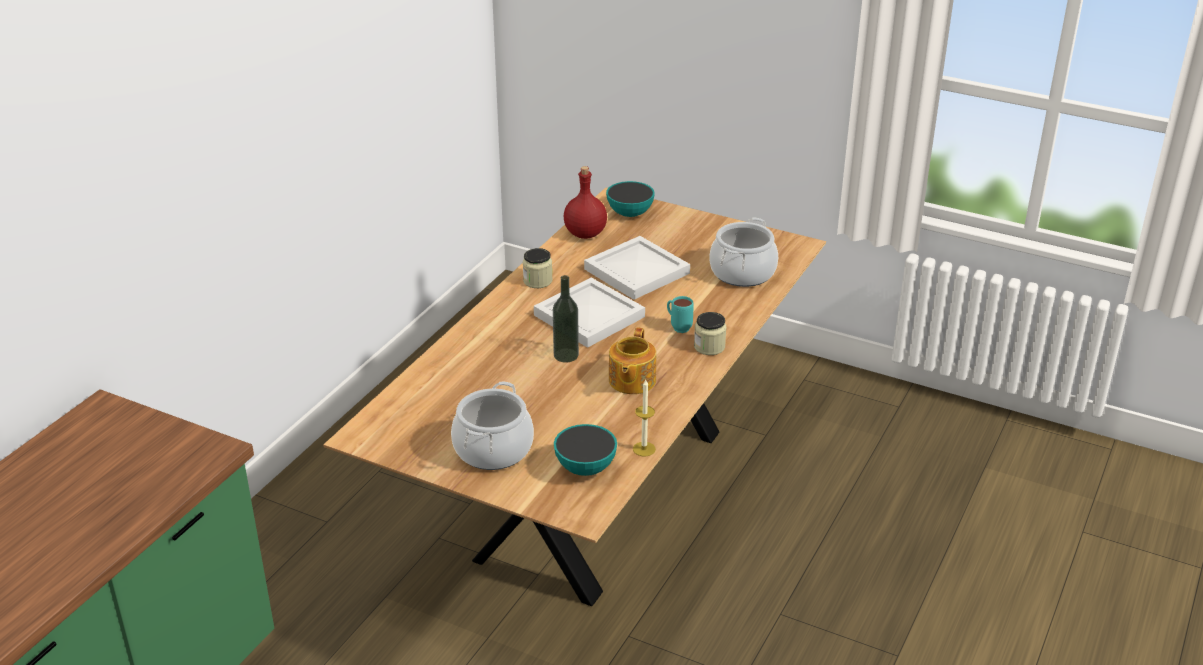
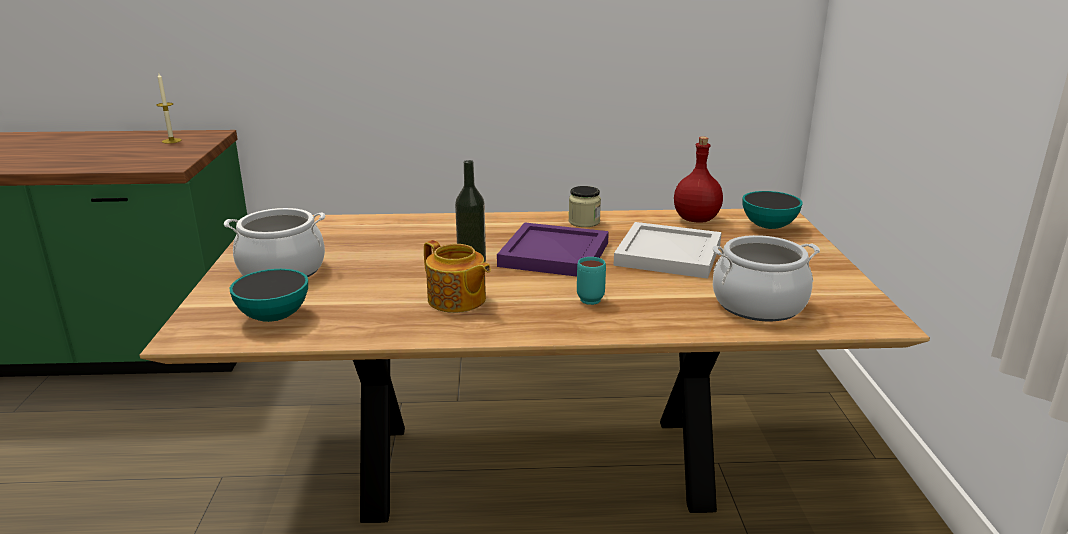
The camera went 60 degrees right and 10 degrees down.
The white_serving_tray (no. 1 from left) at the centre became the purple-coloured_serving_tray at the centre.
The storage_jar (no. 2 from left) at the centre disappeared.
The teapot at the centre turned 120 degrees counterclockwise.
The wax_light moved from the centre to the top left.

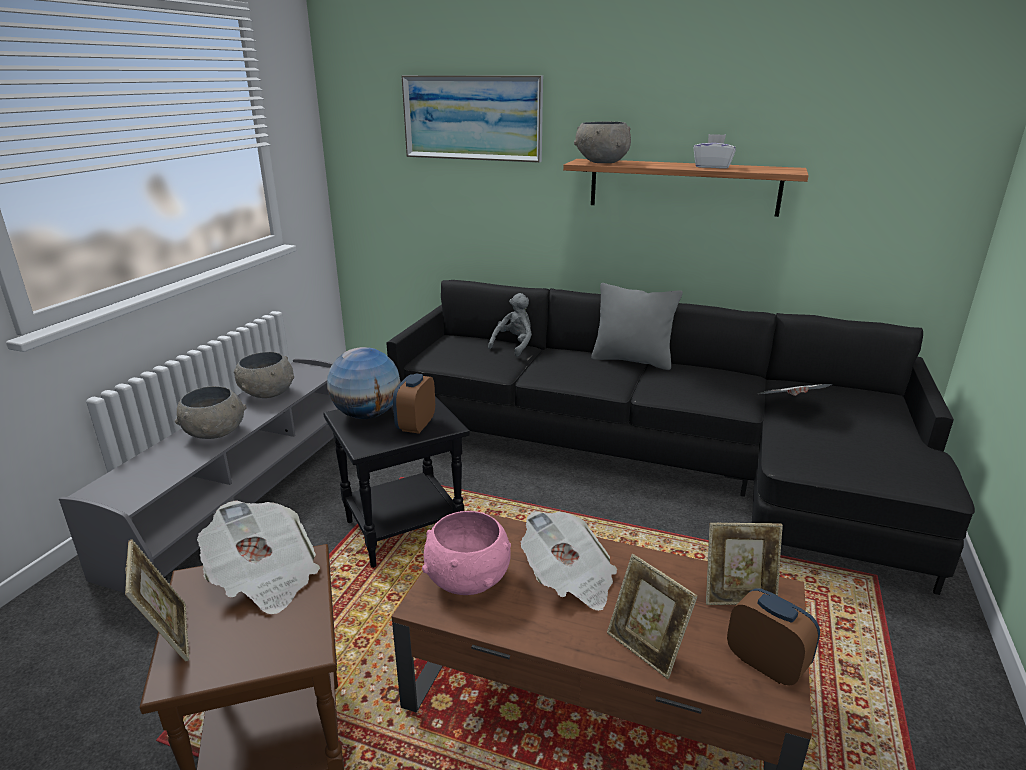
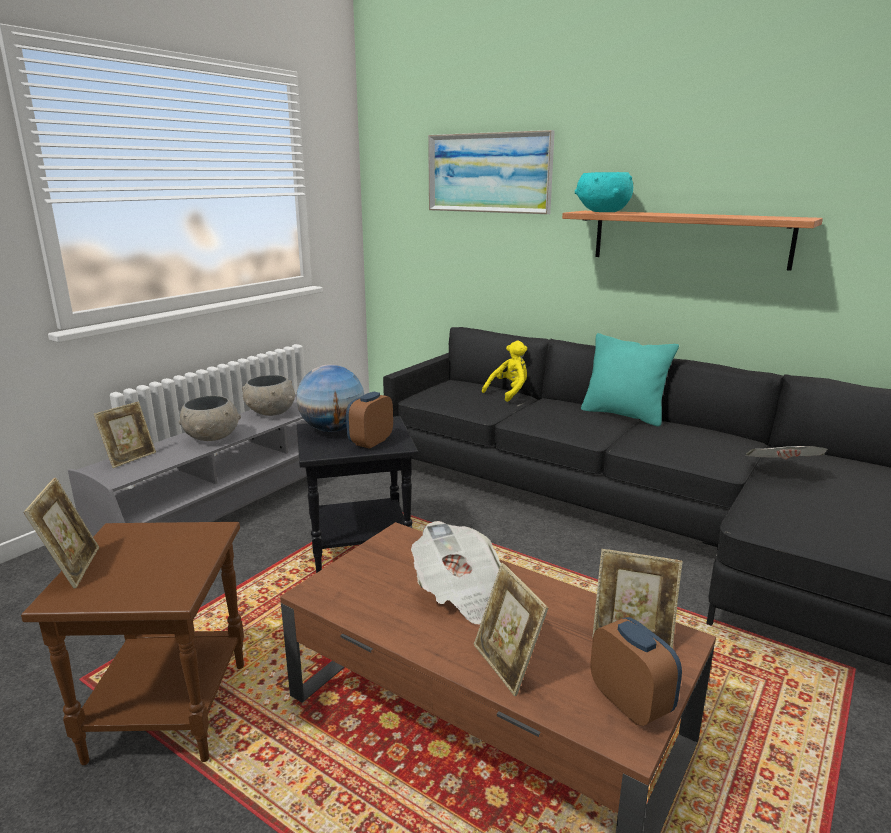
The camera went 15 degrees right and 5 degrees down.
The grey_bowl (no. 3 from left) at the top centre became the blue-green_bowl at the top right.
The white_tissue_holder at the top right disappeared.
The grey_throw_pillow at the centre became the blue-green_throw_pillow at the middle right.
The grey_soft_toy at the centre became the yellow-coloured_soft_toy at the centre.
The daily_paper (no. 1 from left) at the bottom left disappeared.
The pink_bowl at the bottom centre disappeared.
The standing_frame (no. 2 from left) at the middle left appeared.

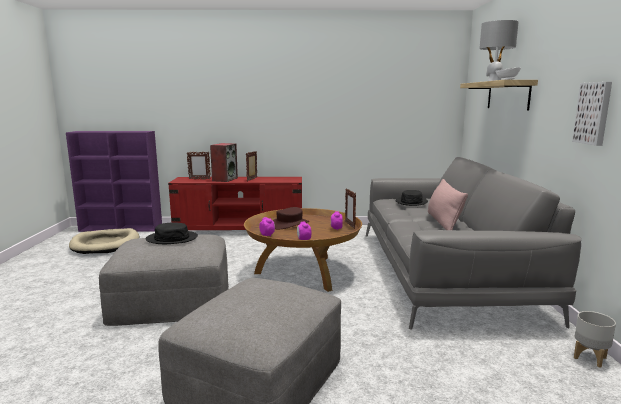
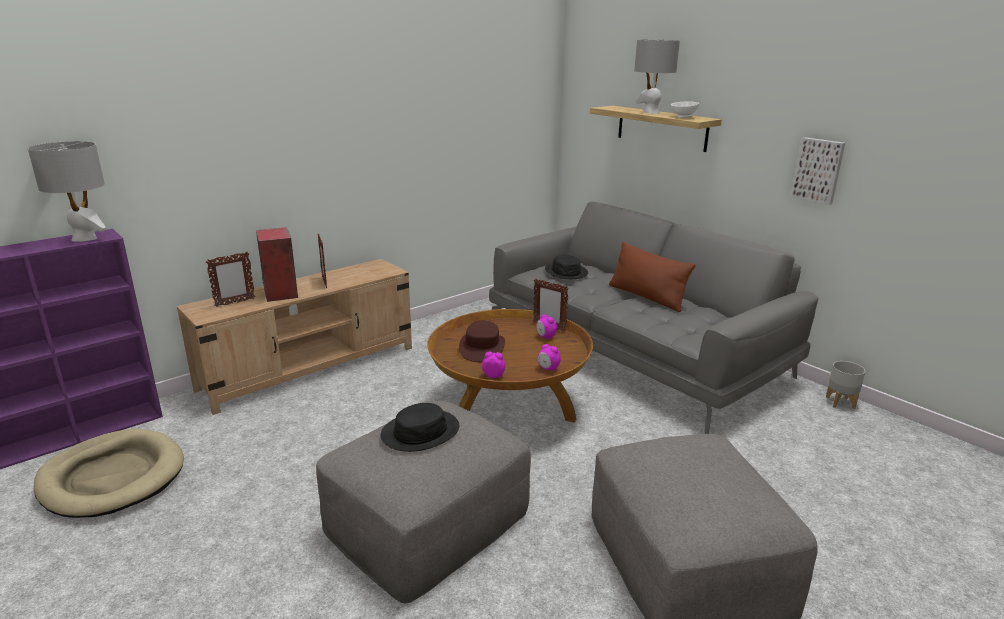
The camera went 40 degrees left and 10 degrees up.
The red-coloured_tv_stand at the centre became the beige_tv_stand at the middle left.
The pink_throw_pillow at the middle right became the brownish_throw_pillow at the centre.
The grey_table_lamp (no. 1 from left) at the top left appeared.

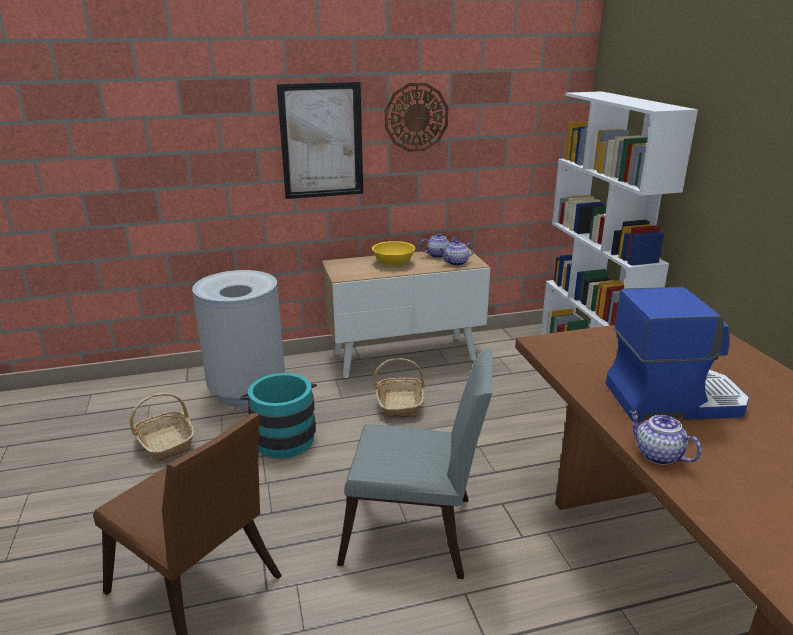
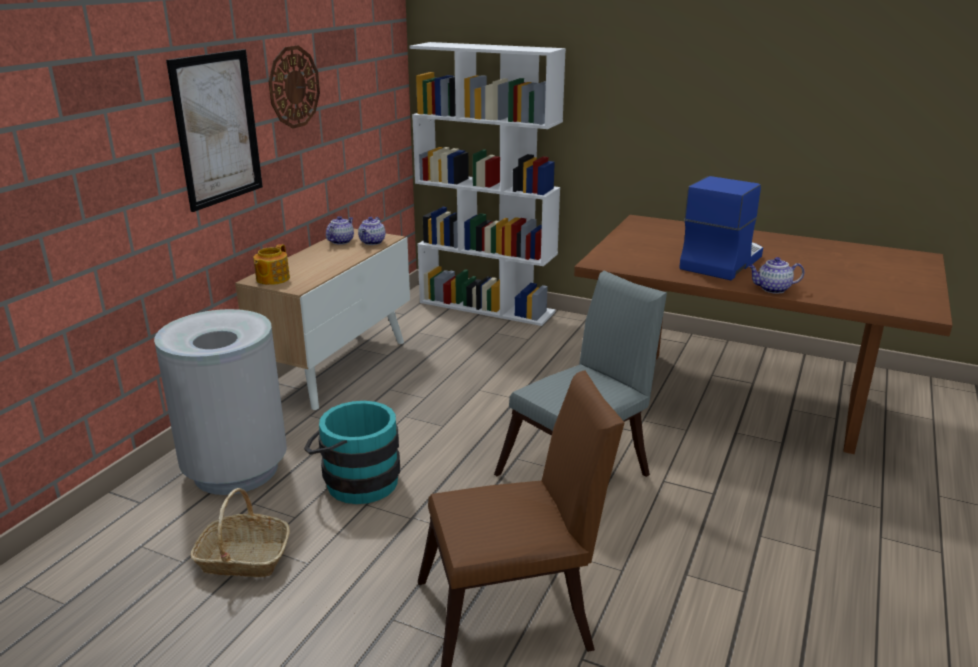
The camera went 50 degrees left and 0 degrees up.
The yellow-coloured_bowl at the centre disappeared.
The basket (no. 2 from left) at the centre disappeared.
The teapot (no. 1 from left) at the middle left appeared.

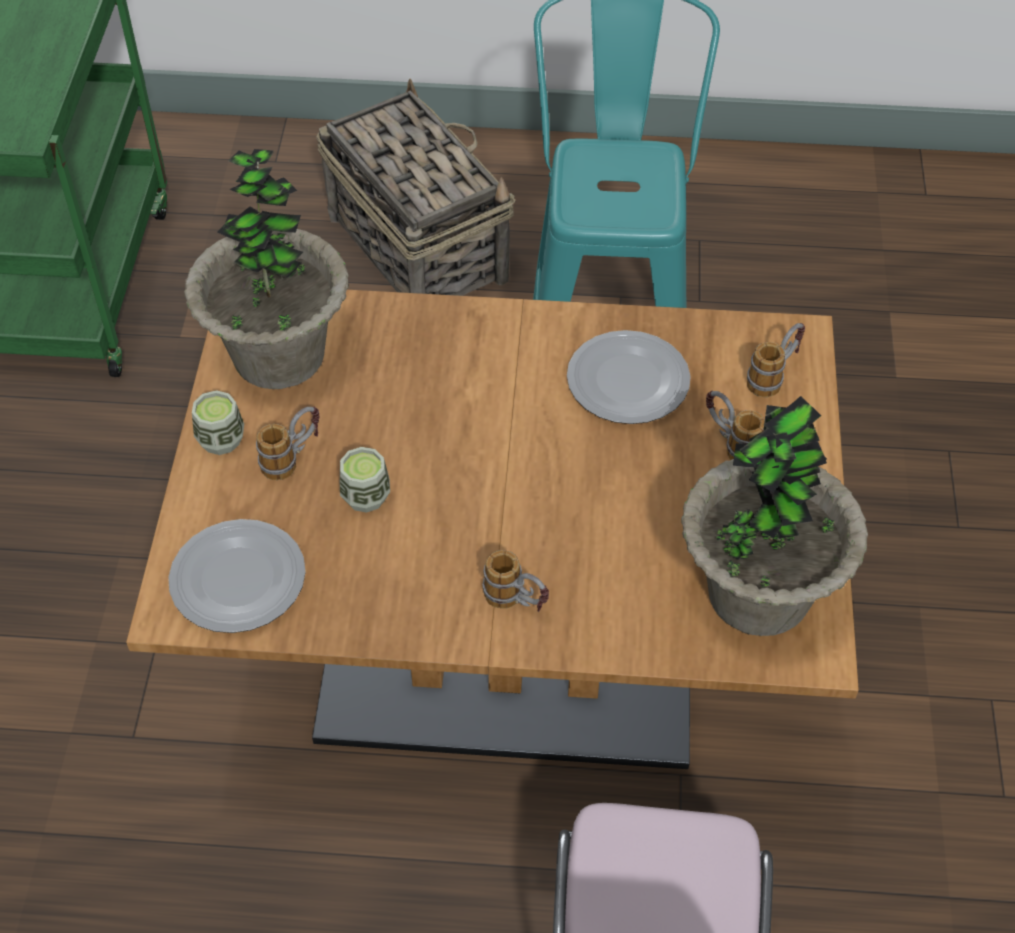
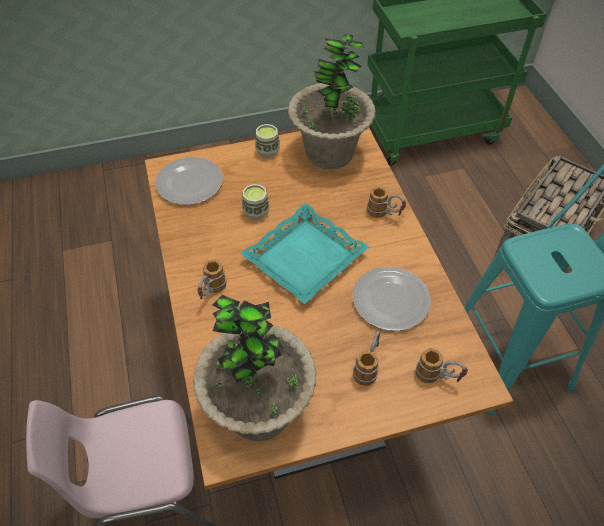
The camera went 70 degrees right and 0 degrees up.
The coffee_mug (no. 1 from left in the first image) moved from the middle left to the centre.
The blue-green_serving_tray at the centre appeared.

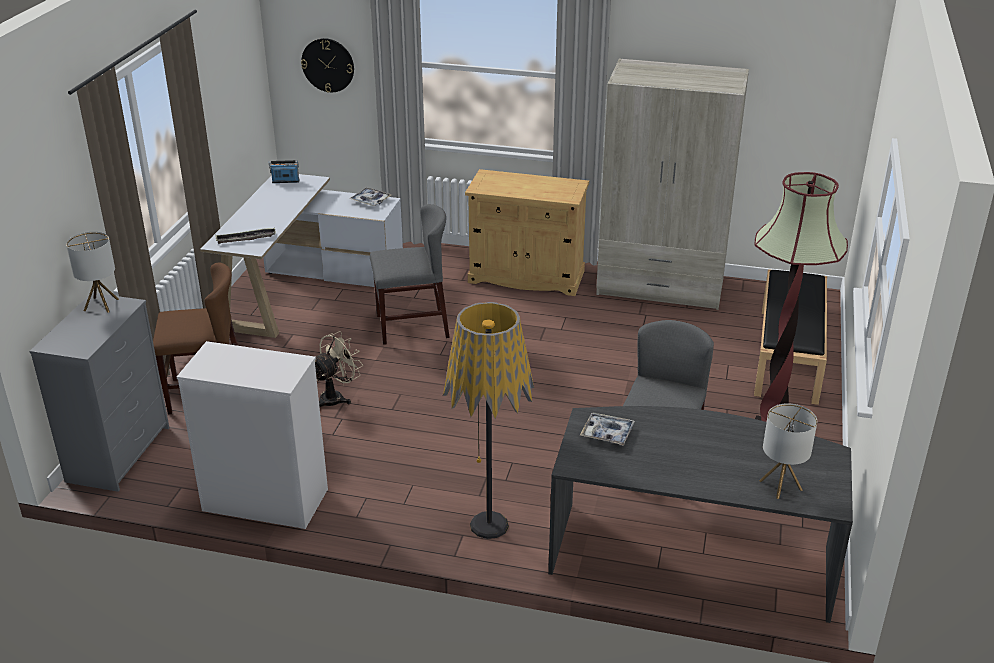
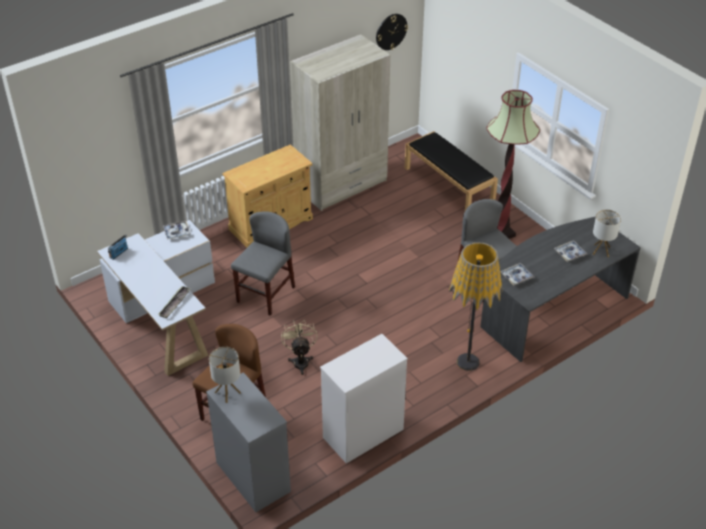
The camera went 50 degrees left and 10 degrees up.
The wall_clock moved from the top left to the top centre.
The serving_tray (no. 4 from left) at the middle right appeared.

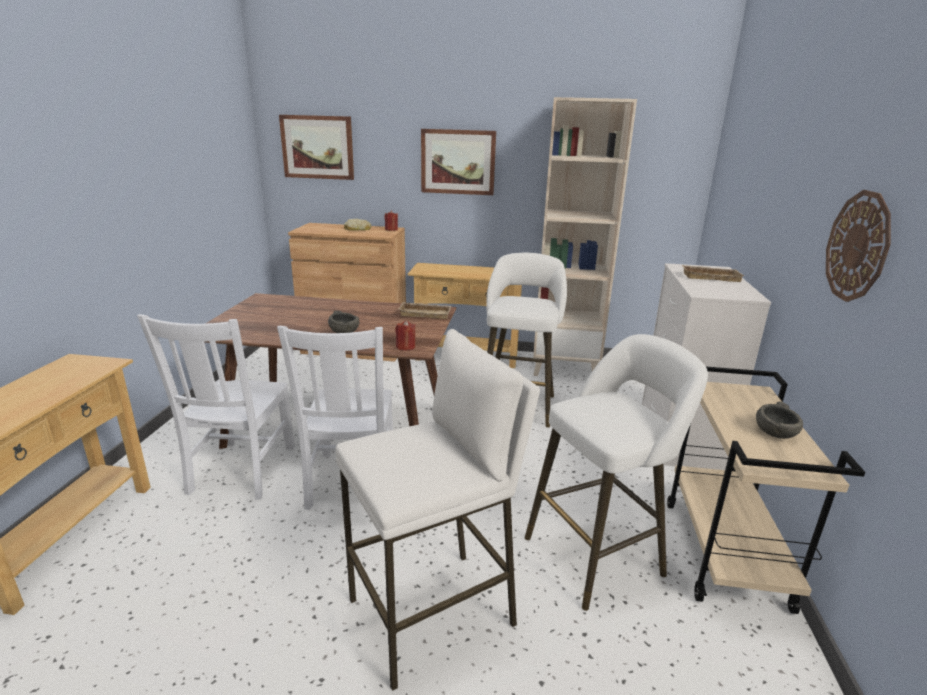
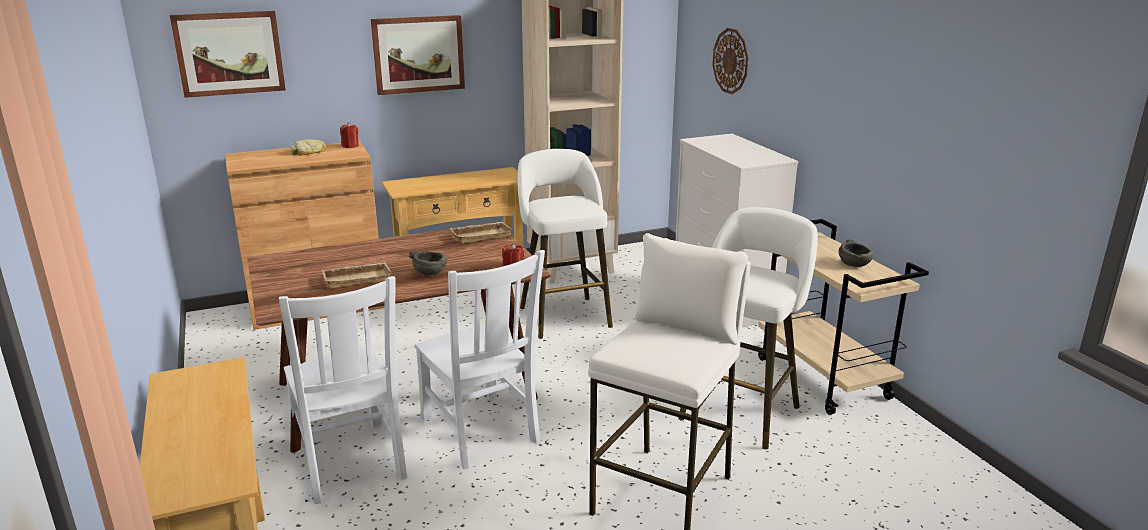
The camera went 30 degrees left and 0 degrees up.
The wall_clock moved from the middle right to the top centre.
The beige_serving_tray (no. 2 from left in the first image) moved from the middle right to the middle left.

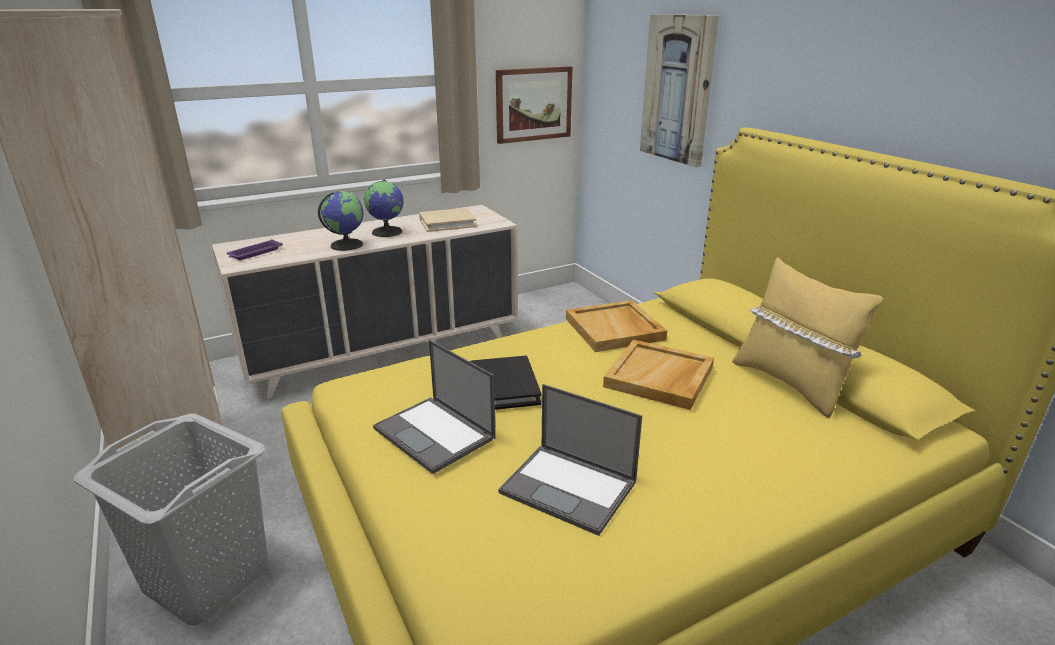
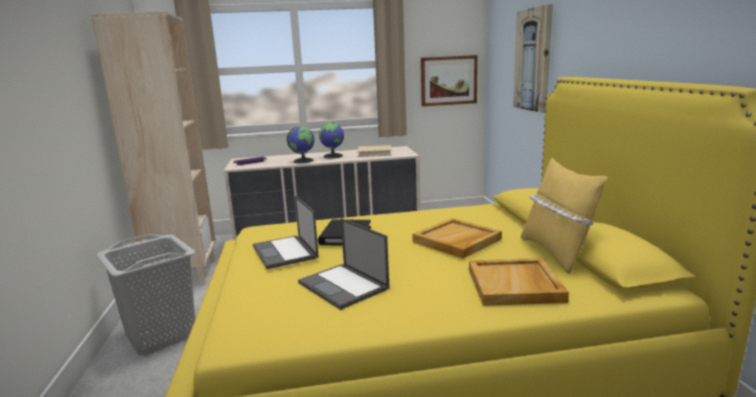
The camera went 20 degrees right and 10 degrees down.
The beige_serving_tray (no. 1 from left in the first image) moved from the centre to the bottom right.

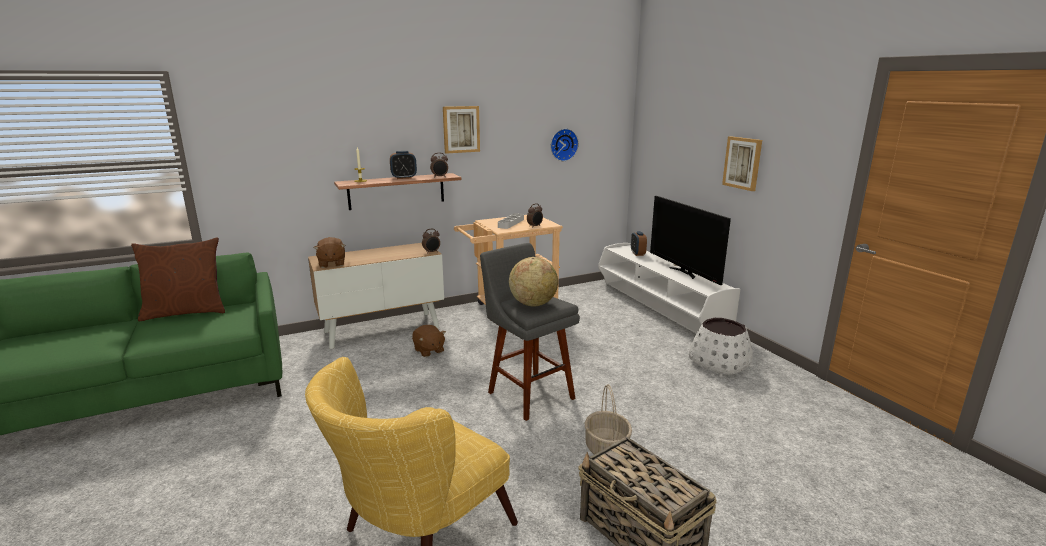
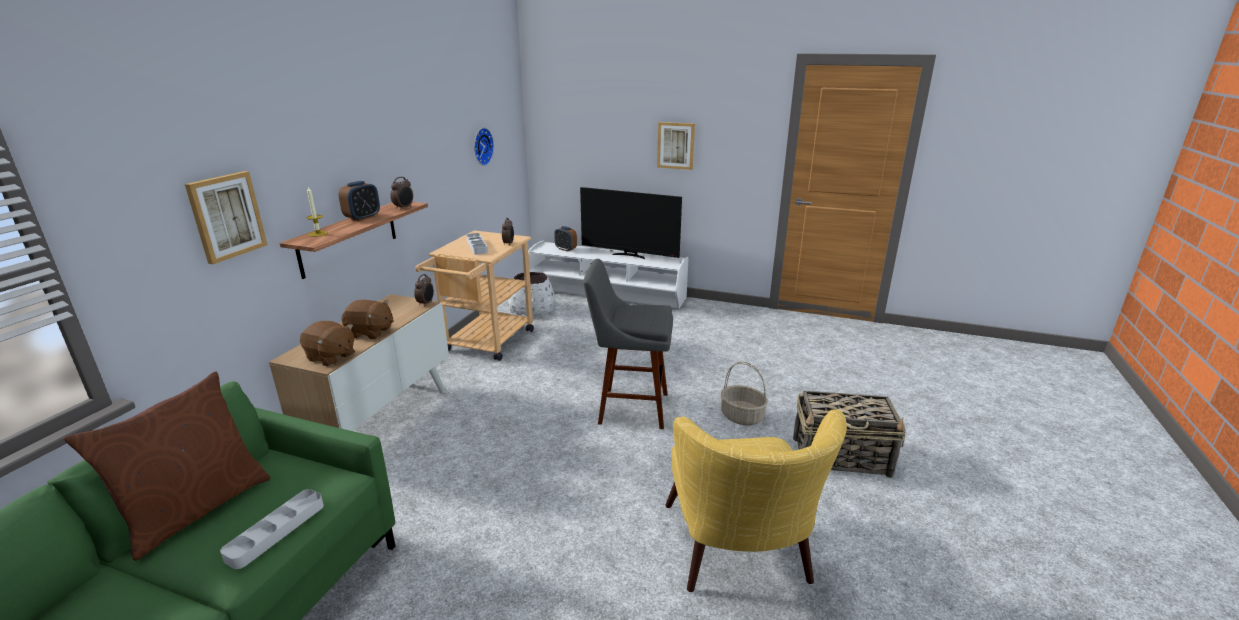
The camera went 45 degrees left and 5 degrees up.
The wall_art (no. 1 from left) moved from the top centre to the middle left.
The globe at the centre disappeared.
The white_flower_pot moved from the middle right to the centre.
The brownish_soft_toy (no. 2 from left) moved from the centre to the middle left.
The grey_serving_tray (no. 1 from left) at the bottom left appeared.

